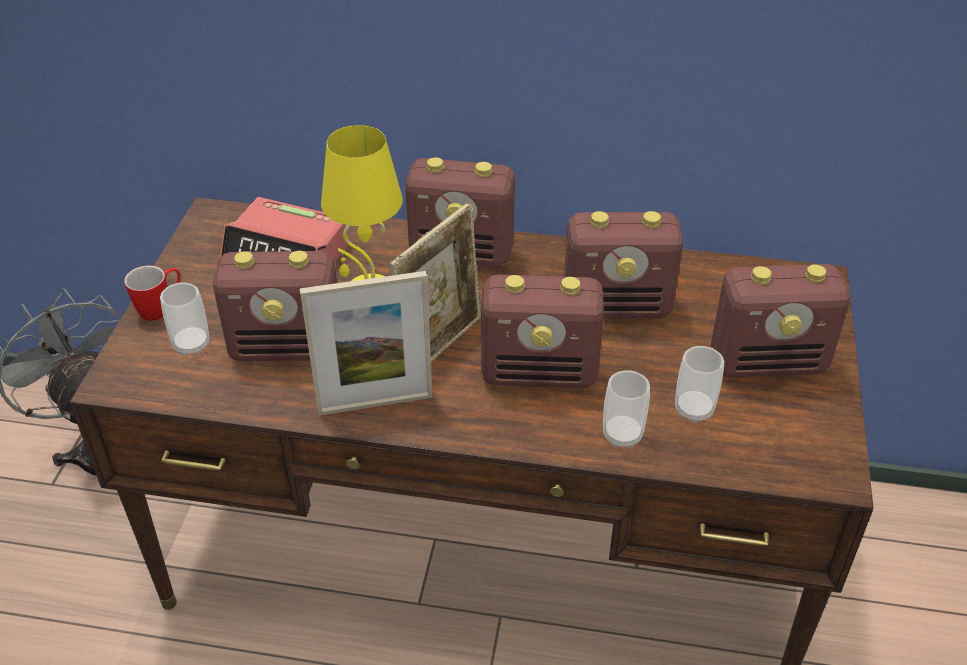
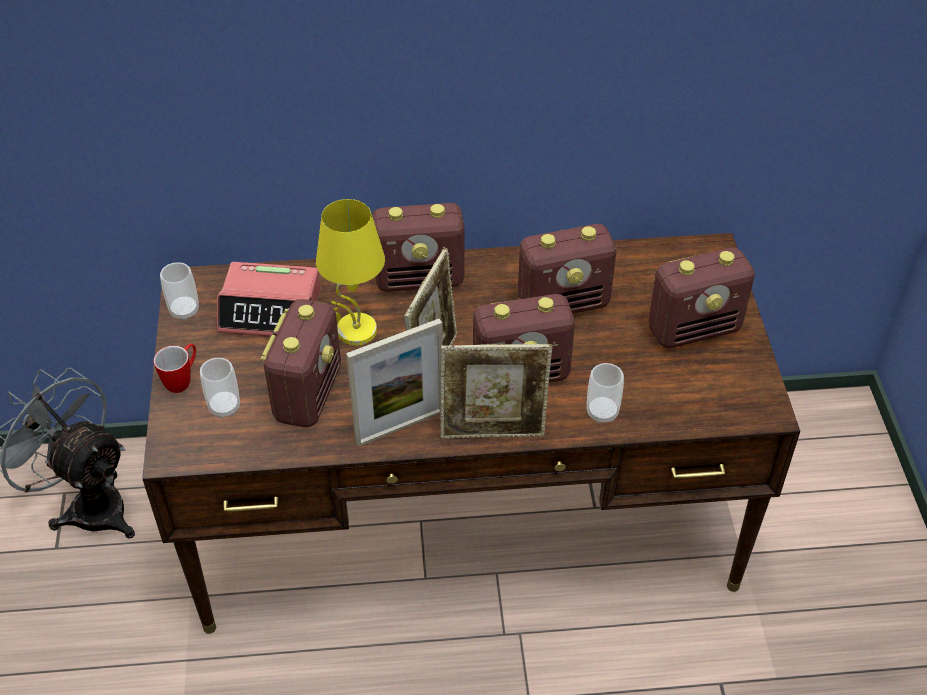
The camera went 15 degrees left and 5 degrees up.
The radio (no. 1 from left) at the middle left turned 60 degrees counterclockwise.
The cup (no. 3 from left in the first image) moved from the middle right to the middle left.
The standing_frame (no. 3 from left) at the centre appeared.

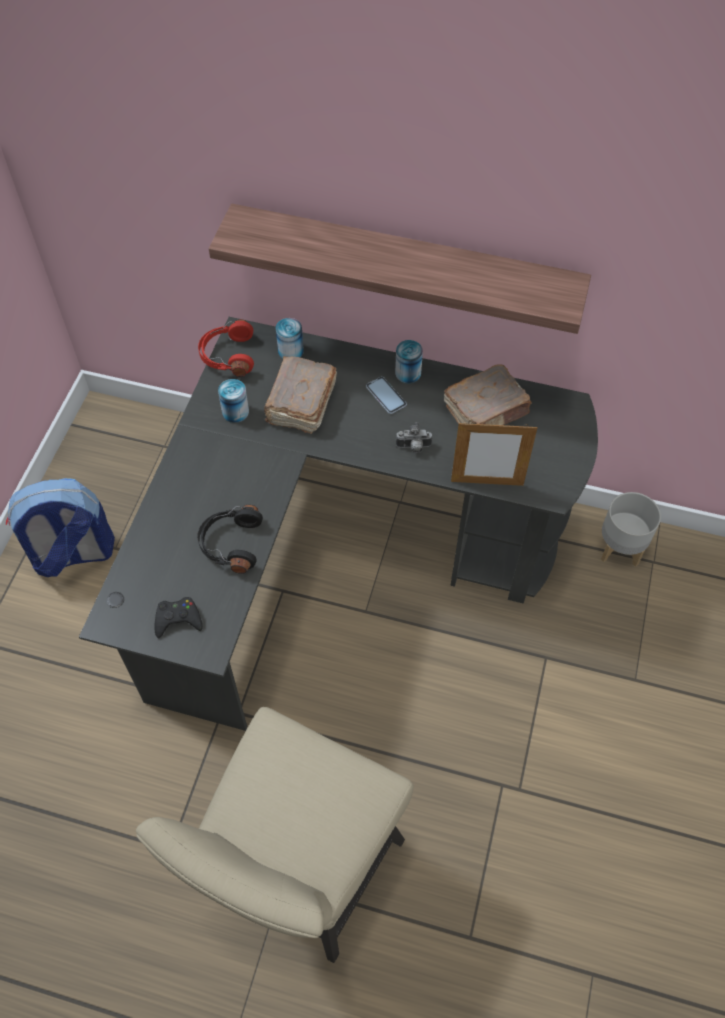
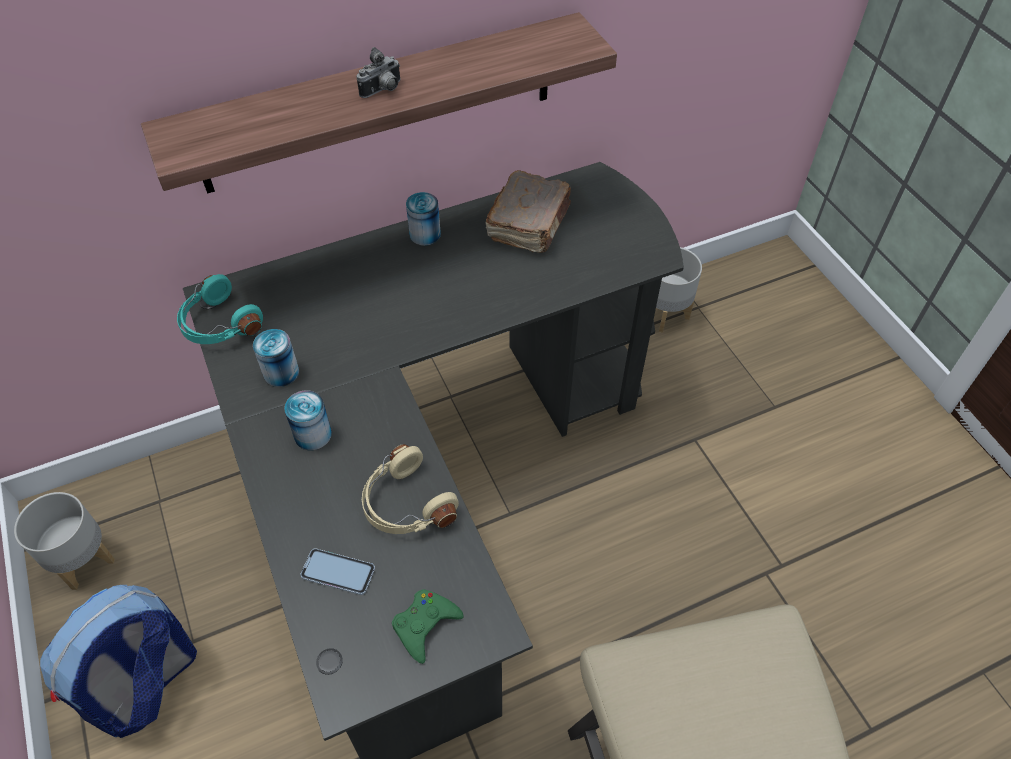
The camera went 40 degrees left and 5 degrees down.
The metal_can (no. 2 from left) moved from the top centre to the middle left.
The red-coloured_headphones at the middle left became the blue-green_headphones at the middle left.
The brownish_book (no. 1 from left) at the centre disappeared.
The telephone moved from the centre to the bottom centre.
The standing_frame at the middle right disappeared.
The photo_camera moved from the centre to the top centre.
The black_headphones at the middle left became the beige_headphones at the centre.
The black_gamepad at the middle left became the green-coloured_gamepad at the bottom centre.
The grey_flower_pot (no. 1 from left) at the bottom left appeared.

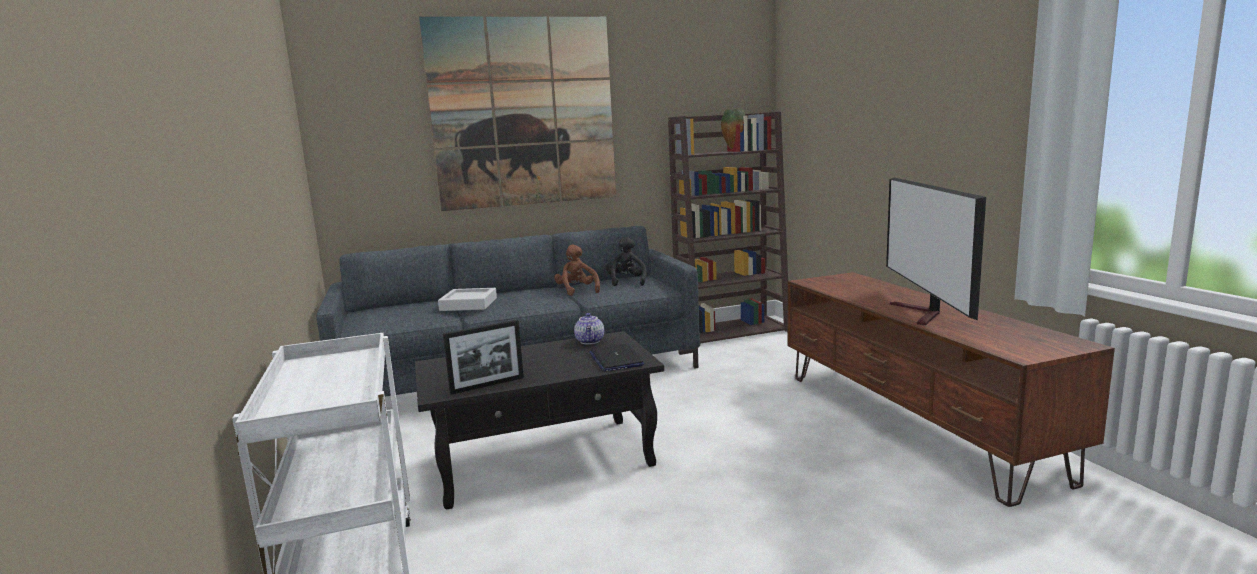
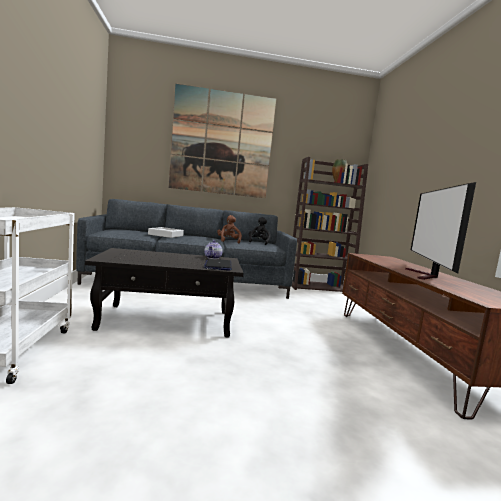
The camera went 10 degrees right and 5 degrees down.
The standing_frame at the centre disappeared.

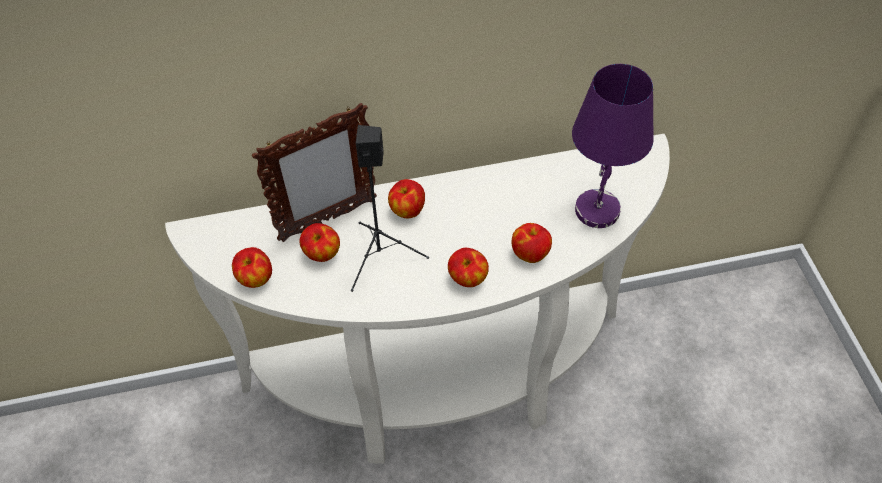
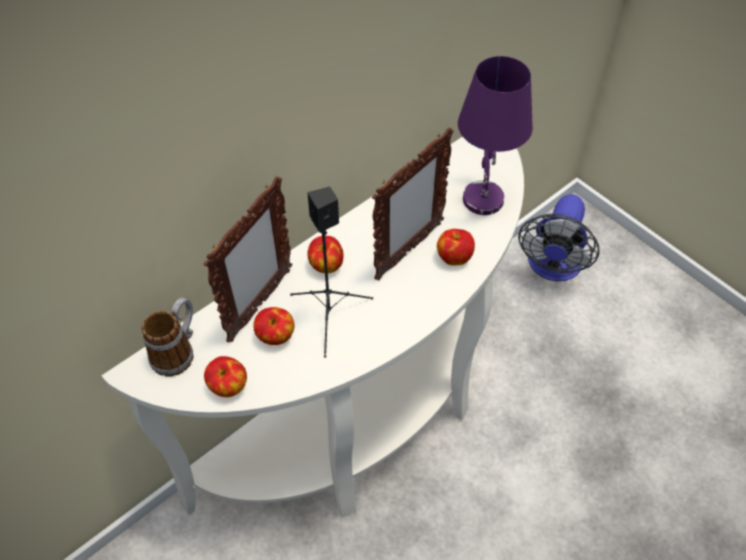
The camera went 30 degrees left and 0 degrees up.
The whole_apple (no. 4 from left) at the centre disappeared.
The standing_frame (no. 2 from left) at the centre appeared.
The fan at the middle right appeared.
The coffee_mug at the middle left appeared.

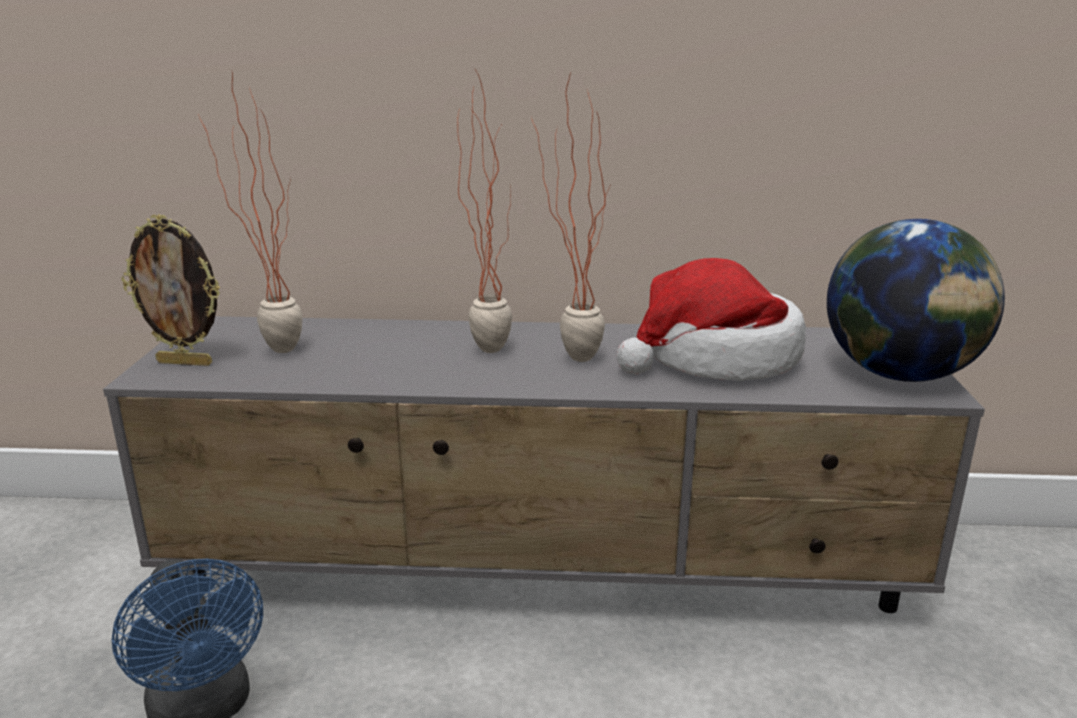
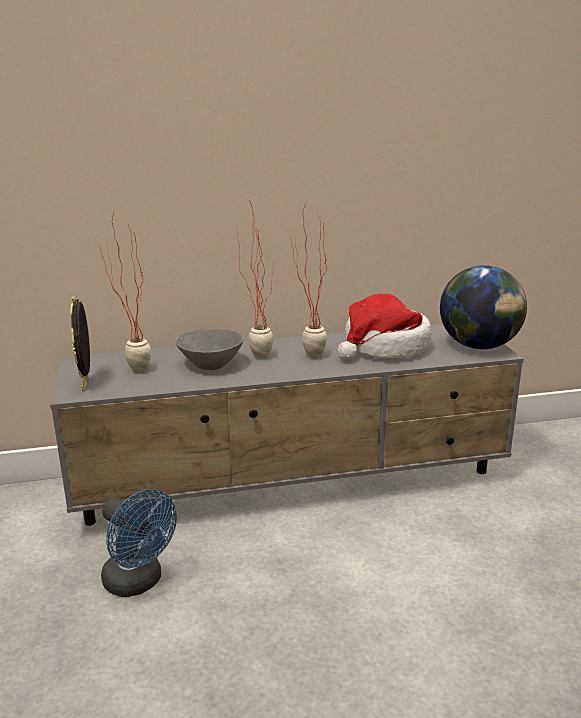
The camera went 15 degrees left and 0 degrees up.
The standing_frame at the middle left turned 90 degrees clockwise.
The grey_bowl at the centre appeared.

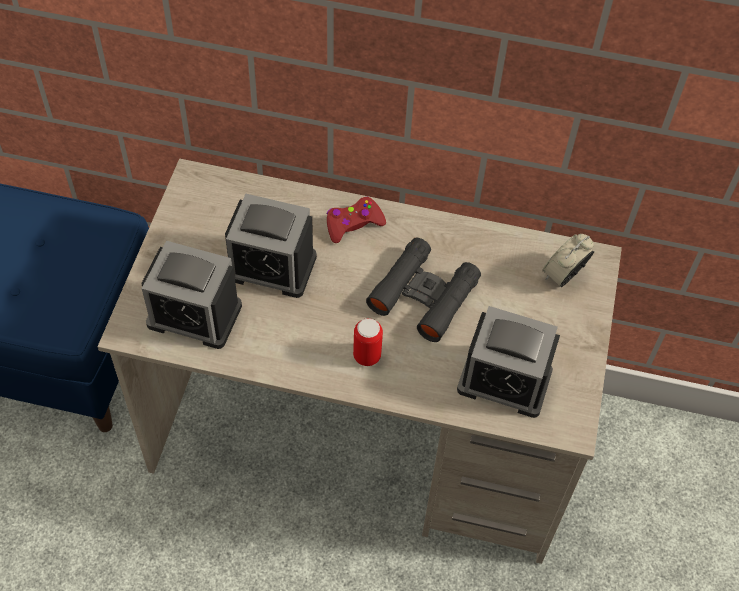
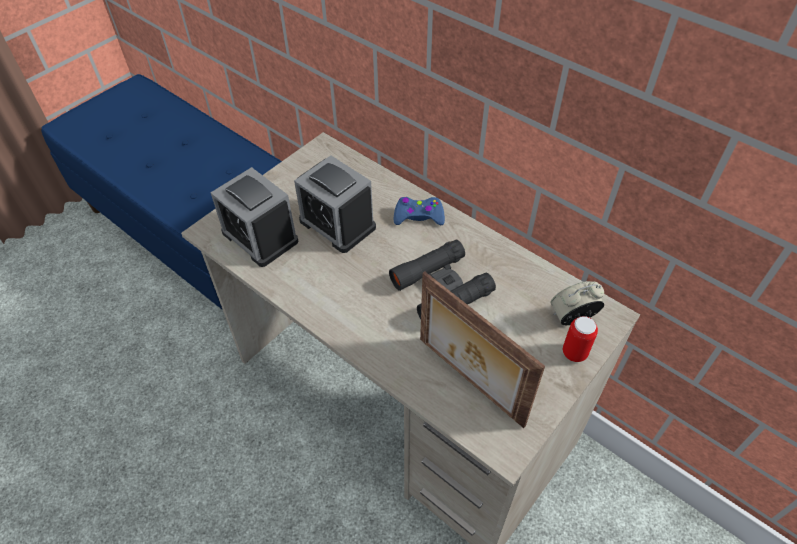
The camera went 30 degrees right and 5 degrees down.
The red-coloured_gamepad at the centre became the blue-coloured_gamepad at the centre.
The table_clock (no. 3 from left) at the middle right was replaced by the standing_frame at the centre.
The metal_can moved from the centre to the middle right.

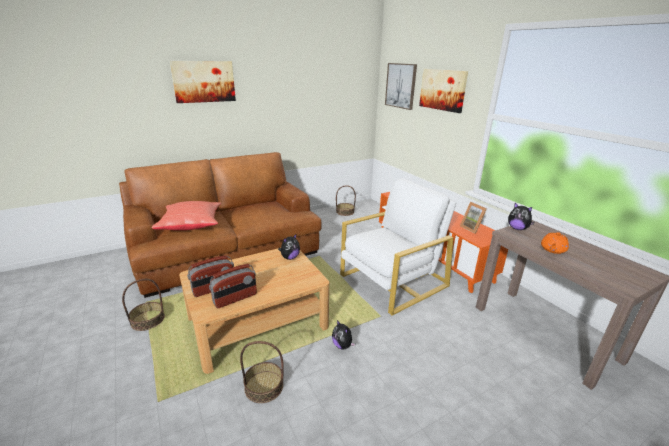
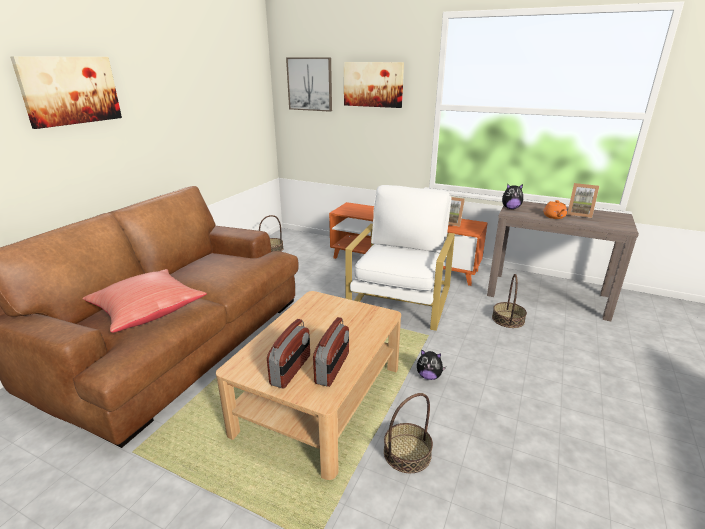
The camera went 35 degrees left and 0 degrees up.
The soft_toy (no. 1 from left) at the centre disappeared.
The basket (no. 1 from left in the first image) moved from the bottom left to the middle right.
The standing_frame (no. 2 from left) at the middle right appeared.

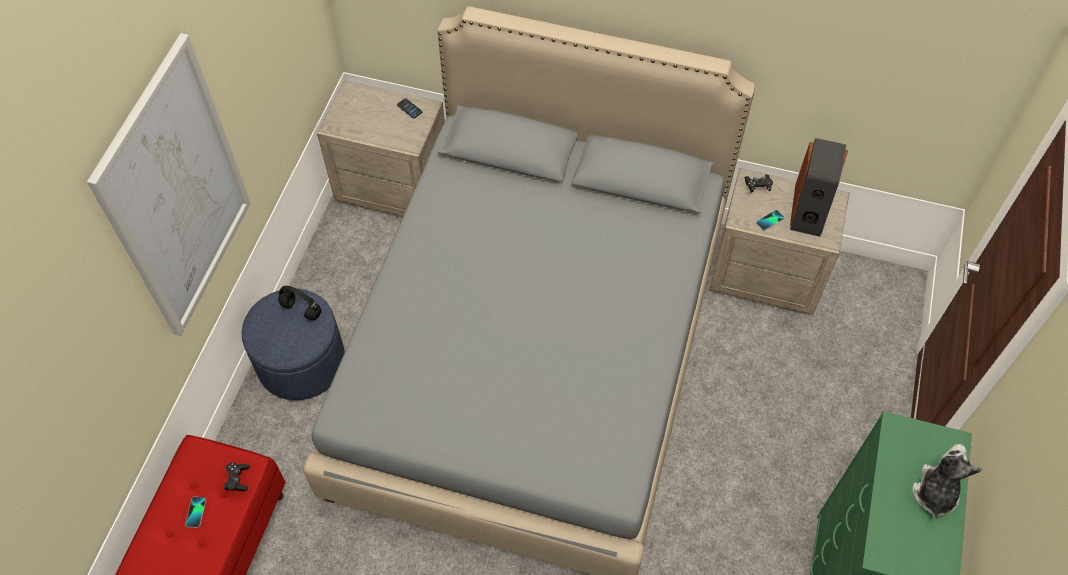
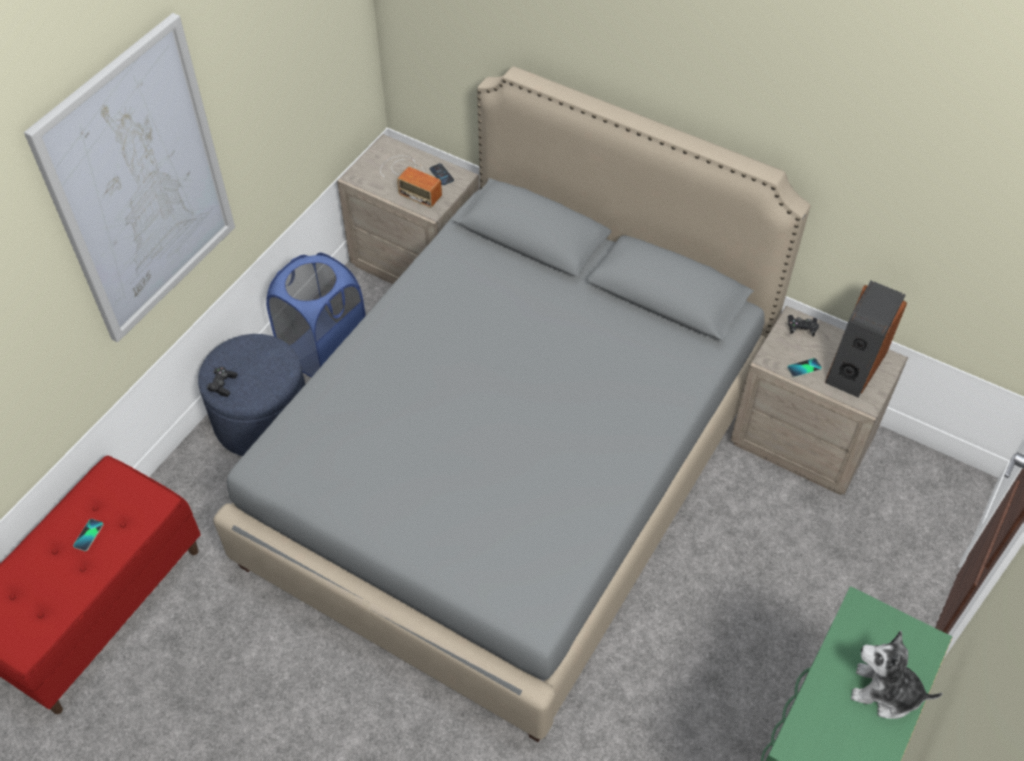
The camera went 15 degrees right and 5 degrees down.
The black_headphones at the middle left disappeared.
The soft_toy at the bottom right turned 105 degrees counterclockwise.
The black_gamepad (no. 1 from left) moved from the bottom left to the middle left.
The radio at the top centre appeared.
The blue-coloured_washing_basket at the middle left appeared.

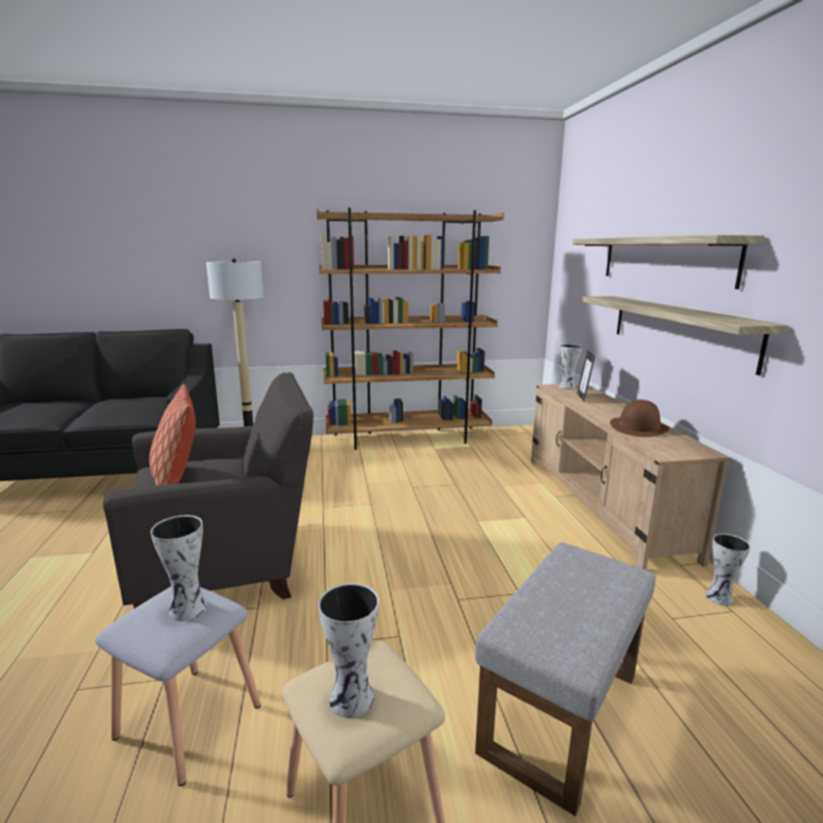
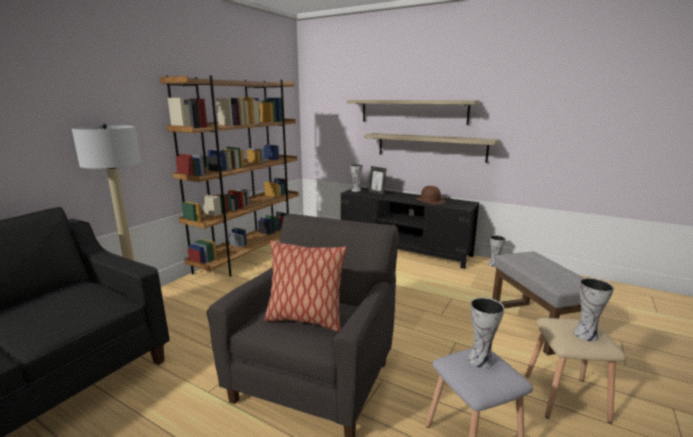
The camera went 50 degrees left and 0 degrees up.
The beige_tv_stand at the middle right became the black_tv_stand at the centre.

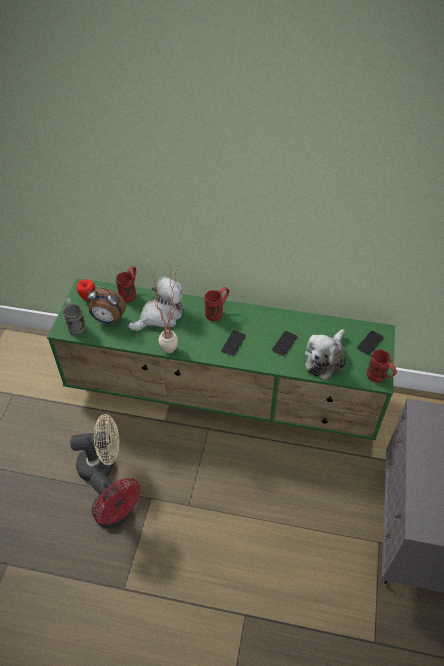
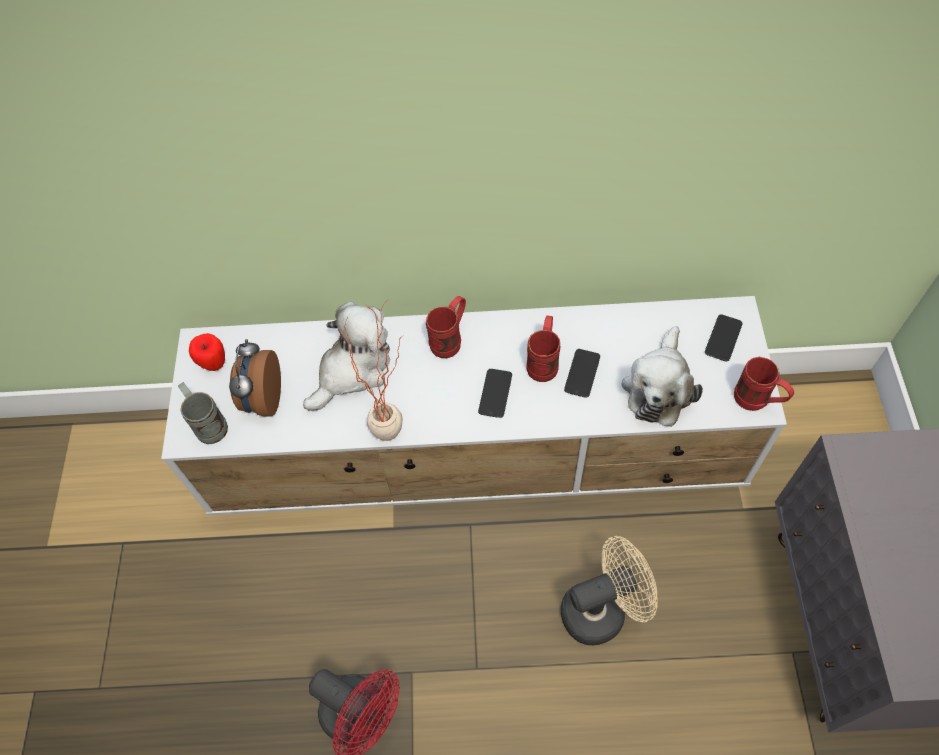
The camera went 10 degrees left and 10 degrees up.
The red-coloured_coffee_mug (no. 1 from left in the first image) moved from the middle left to the centre.
The green-coloured_tv_stand at the centre became the white_tv_stand at the centre.
The table_clock at the middle left turned 90 degrees clockwise.
The beige_fan moved from the bottom left to the bottom centre.

